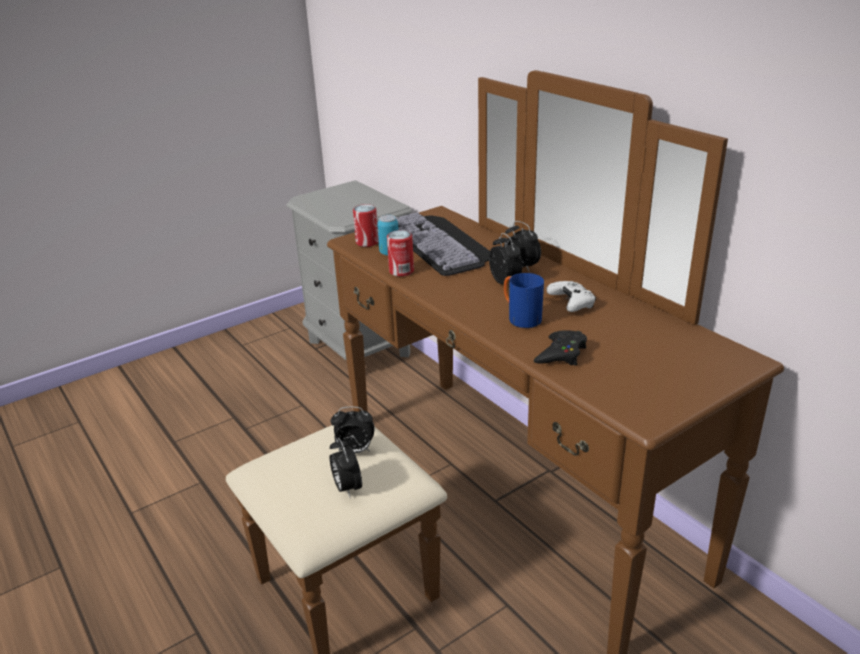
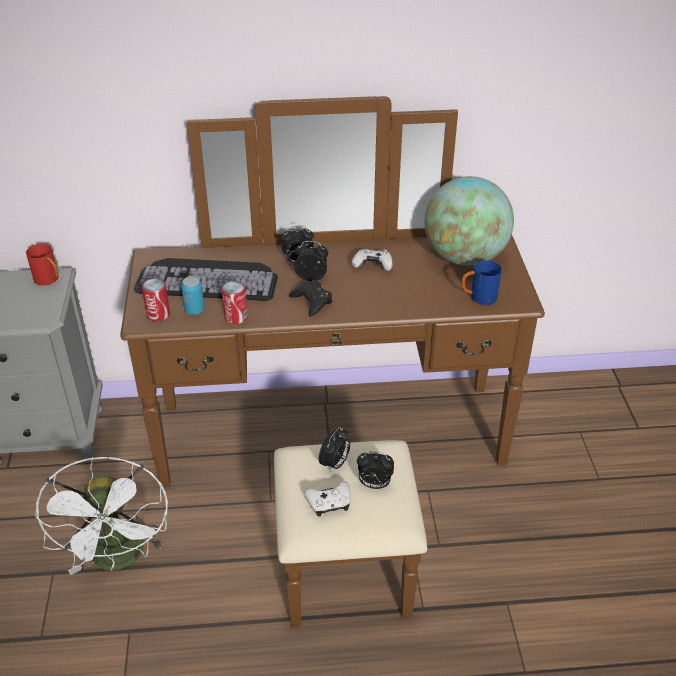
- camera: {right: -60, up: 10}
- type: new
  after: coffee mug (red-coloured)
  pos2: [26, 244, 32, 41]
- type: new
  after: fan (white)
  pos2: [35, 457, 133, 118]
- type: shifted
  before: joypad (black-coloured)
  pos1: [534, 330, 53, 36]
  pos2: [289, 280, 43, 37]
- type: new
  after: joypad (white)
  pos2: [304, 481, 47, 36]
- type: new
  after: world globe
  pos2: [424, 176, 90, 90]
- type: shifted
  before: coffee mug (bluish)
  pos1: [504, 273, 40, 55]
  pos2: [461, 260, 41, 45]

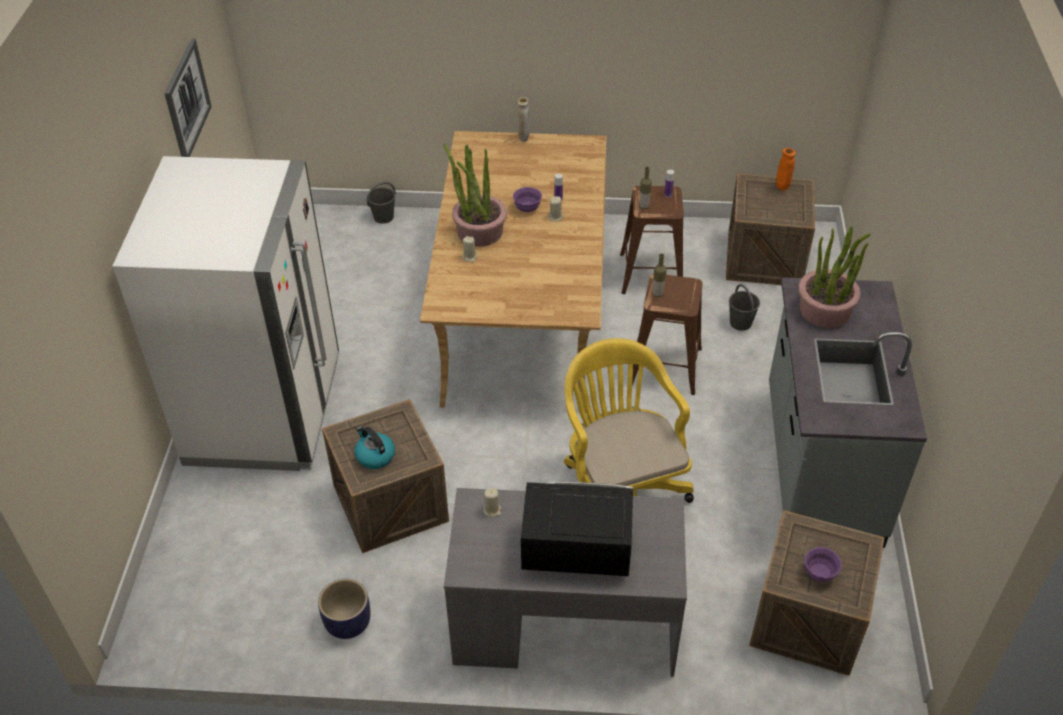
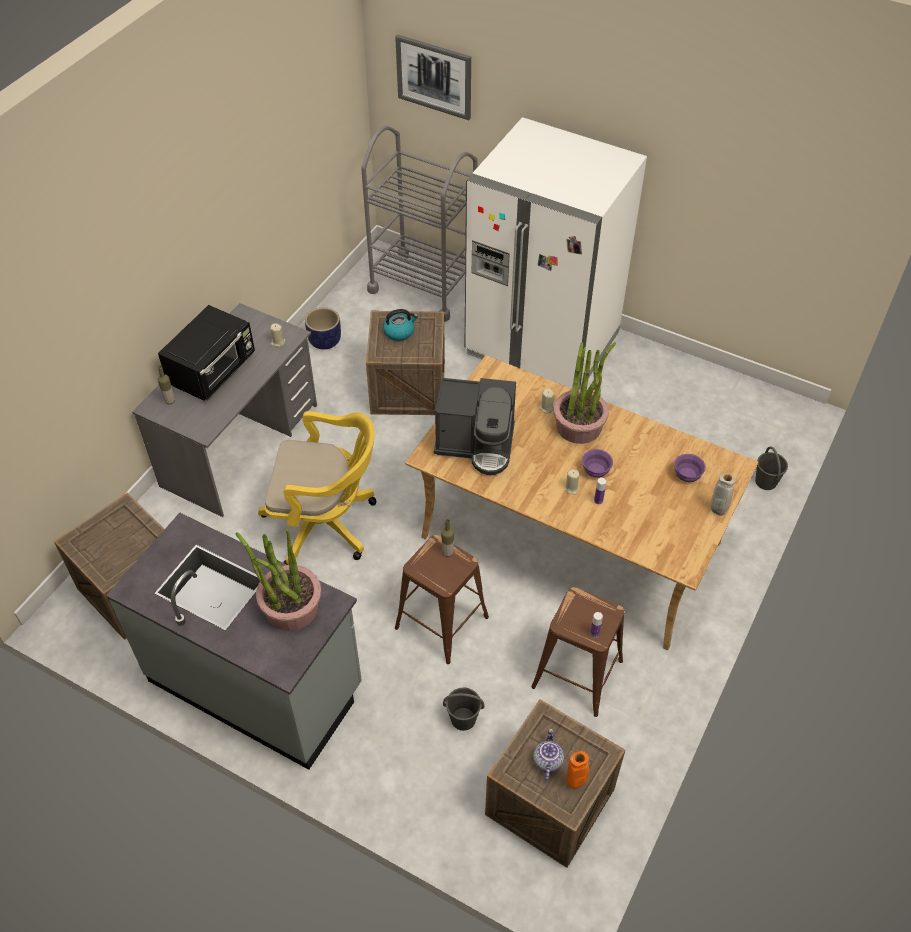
- camera: {right: 115, up: 5}
- type: shifted
  before: beverage bottle
  pos1: [639, 167, 13, 42]
  pos2: [158, 365, 17, 40]
- type: new
  after: trolley (greyish)
  pos2: [361, 126, 116, 196]
- type: shifted
  before: wall art
  pos1: [164, 39, 48, 118]
  pos2: [395, 35, 76, 85]
- type: new
  after: coffee machine
  pos2: [434, 378, 82, 97]
- type: new
  after: pot for tea
  pos2: [533, 729, 31, 52]
- type: shifted
  before: deep dish (purple-coloured)
  pos1: [804, 547, 38, 36]
  pos2: [674, 454, 32, 28]

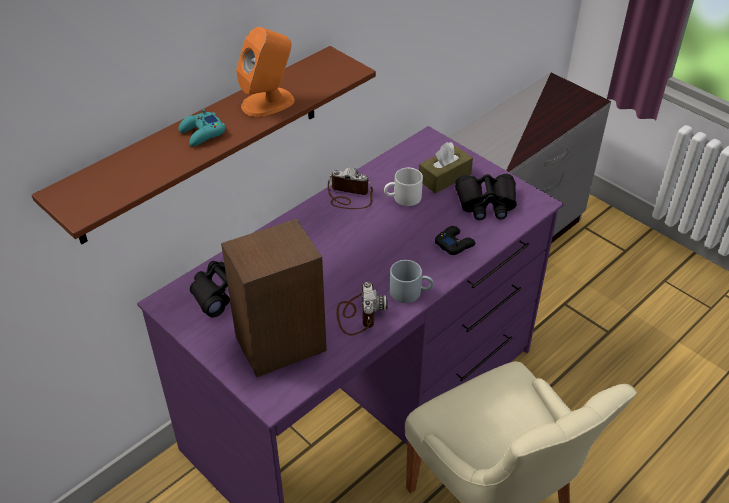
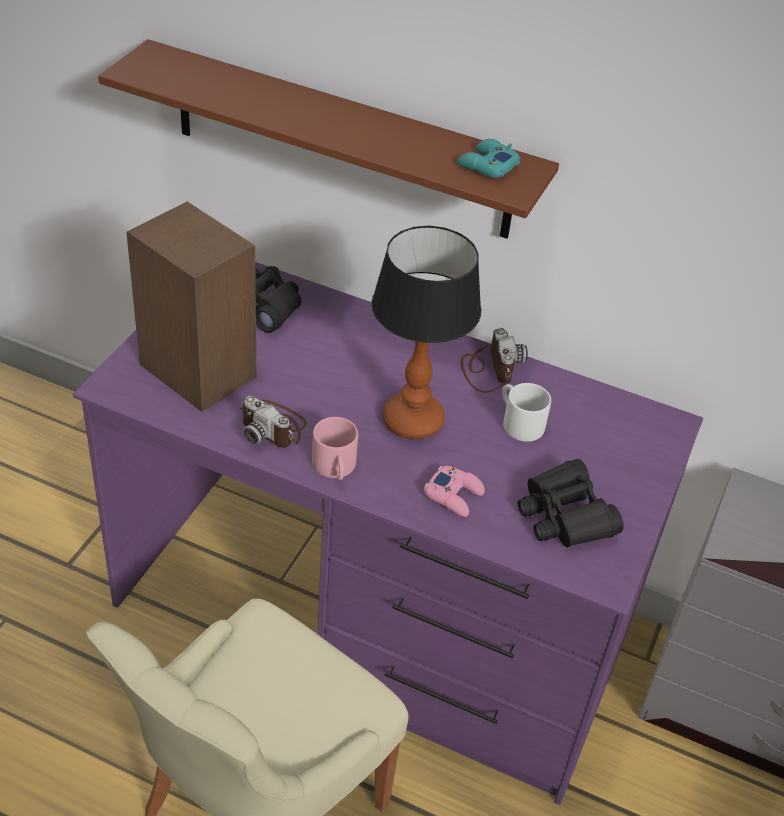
- camera: {right: 65, up: 0}
- type: rotated
  before: photo camera
  pos1: [336, 282, 52, 54]
  pos2: [239, 396, 68, 52]
  turn: 60
- type: repainted
  before: coffee mug (greyish)
  after: coffee mug (pinkish)
  pos1: [390, 260, 44, 43]
  pos2: [312, 417, 46, 63]
- type: new
  after: table lamp
  pos2: [371, 226, 110, 213]
- type: repainted
  before: joypad (black-coloured)
  after: joypad (pinkish)
  pos1: [435, 226, 41, 29]
  pos2: [424, 466, 61, 51]
- type: shifted
  before: joypad (turquoise)
  pos1: [178, 109, 48, 37]
  pos2: [457, 139, 64, 39]
- type: gone
  before: loudspeaker (orangey)
  pos1: [236, 27, 59, 90]
- type: gone
  before: box of tissues (brown-coloured)
  pos1: [419, 142, 54, 51]

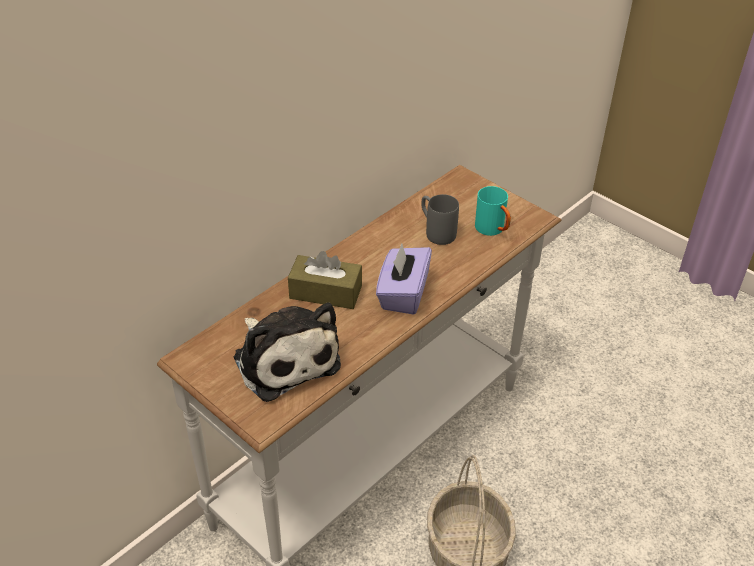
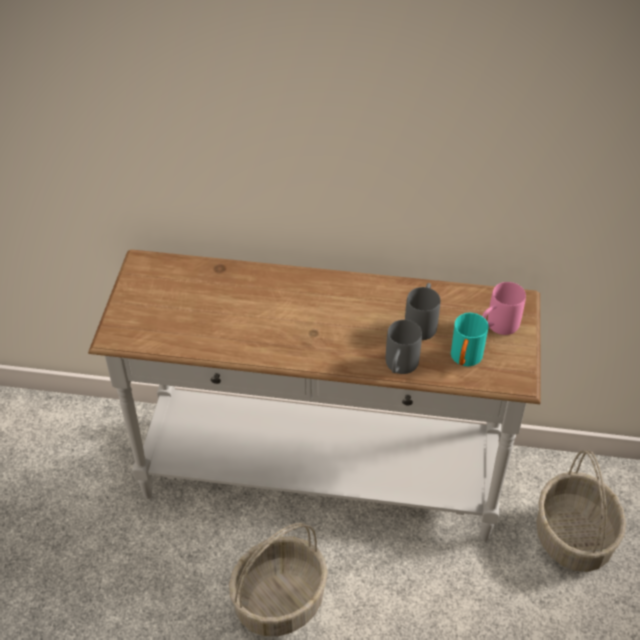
- camera: {right: 55, up: 5}
- type: new
  after: coffee mug (greyish)
  pos2: [386, 320, 36, 54]
- type: new
  after: coffee mug (pinkish)
  pos2: [482, 282, 44, 53]
- type: new
  after: basket
  pos2: [536, 450, 90, 122]
- type: gone
  before: cuddly toy
  pos1: [234, 303, 107, 99]
- type: gone
  before: box of tissues (brown-coloured)
  pos1: [288, 251, 74, 58]
- type: gone
  before: box of tissues (purple-coloured)
  pos1: [376, 243, 56, 72]

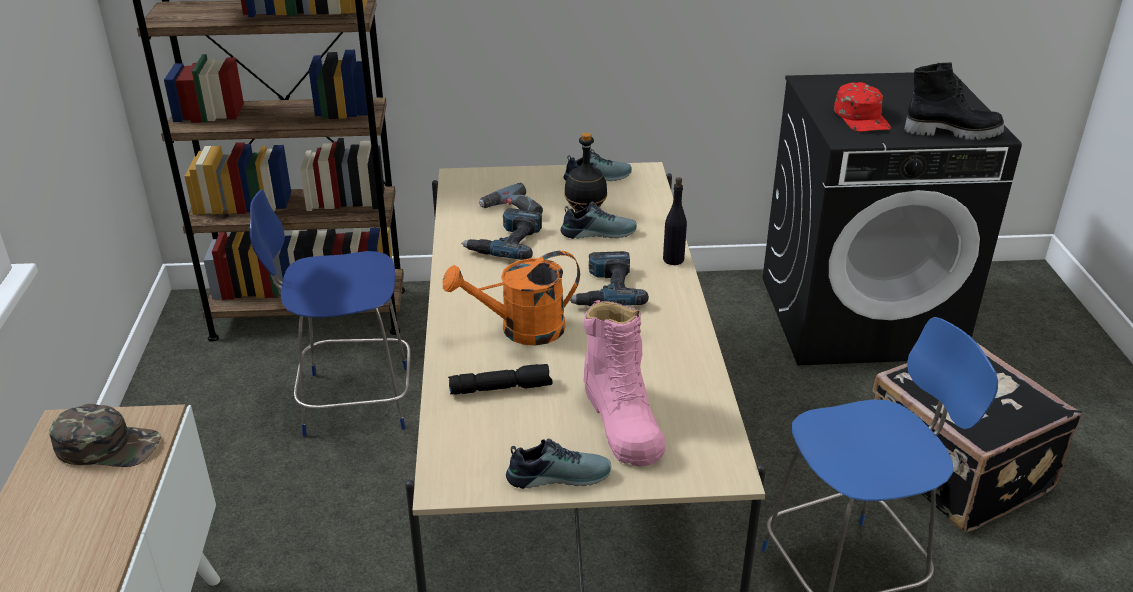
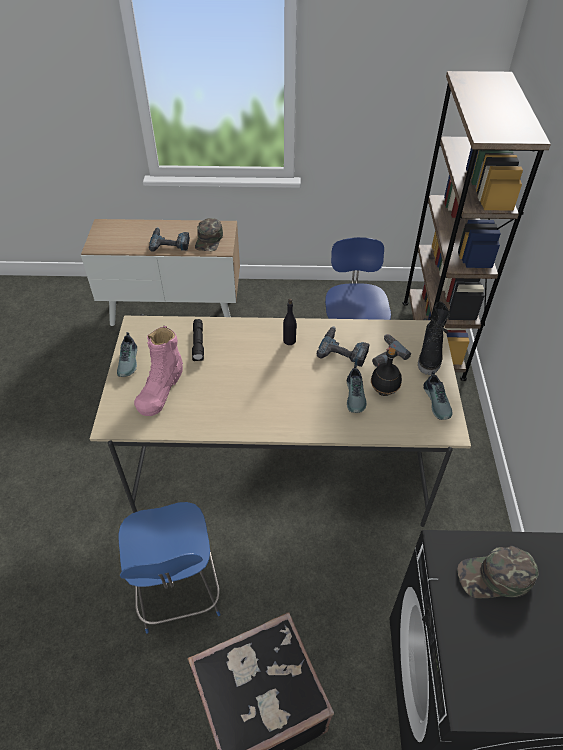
- camera: {right: 95, up: 15}
- type: rotated
  before: boot (pinkish)
  pos1: [583, 300, 83, 166]
  pos2: [134, 326, 49, 90]
  turn: -60
- type: shifted
  before: drill
  pos1: [569, 251, 80, 55]
  pos2: [149, 227, 41, 25]
- type: shifted
  before: beverage bottle (black-coloured)
  pos1: [663, 177, 24, 88]
  pos2: [283, 298, 14, 47]
- type: shifted
  before: boot (black-coloured)
  pos1: [905, 62, 99, 78]
  pos2: [418, 301, 32, 74]
- type: repainted
  before: cap (red-coloured)
  after: cap (greenish)
  pos1: [834, 82, 57, 50]
  pos2: [457, 546, 82, 52]
- type: gone
  before: watering pot (orangey)
  pos1: [443, 251, 137, 94]

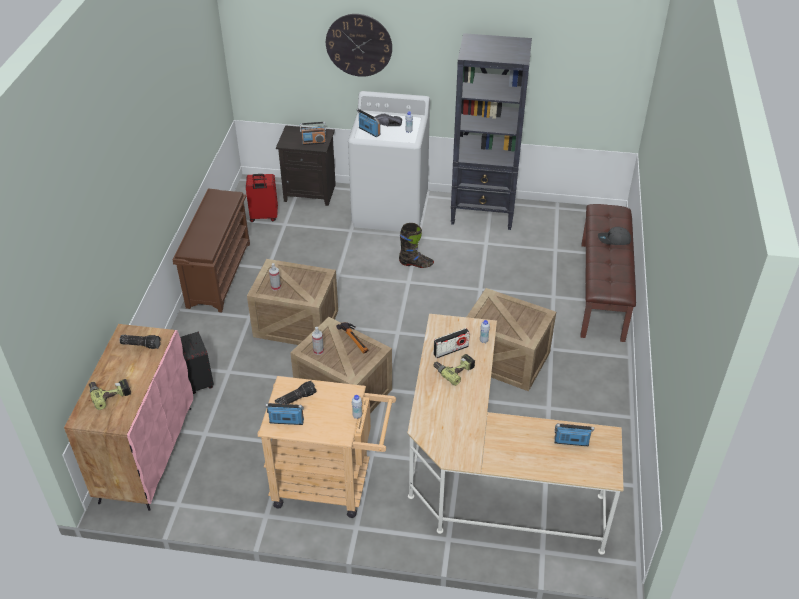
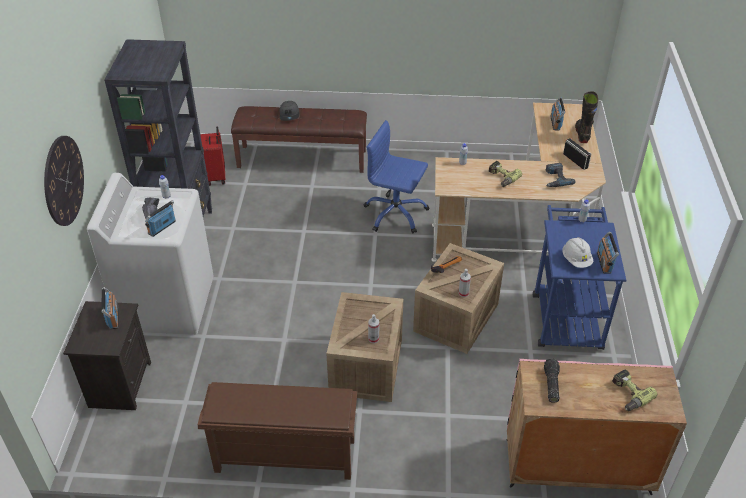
- camera: {right: -95, up: 0}
- type: shifted
  before: piece of luggage (red-coloured)
  pos1: [246, 174, 32, 48]
  pos2: [200, 126, 25, 60]
- type: swapped
  before: shipping crate
  after: computer chair (bluish)
  pos1: [467, 288, 89, 103]
  pos2: [364, 120, 65, 114]
- type: repainted
  before: trolley (beige-coloured)
  after: trolley (bluish)
  pos1: [257, 376, 139, 142]
  pos2: [533, 205, 93, 145]
- type: new
  after: drill
  pos2: [545, 163, 30, 24]
- type: swapped
  before: torch
  after: work helmet (white)
  pos1: [275, 380, 41, 24]
  pos2: [562, 237, 32, 31]
- type: shifted
  before: radio
  pos1: [433, 328, 37, 30]
  pos2: [563, 138, 28, 32]
- type: shifted
  before: boot (black-coloured)
  pos1: [399, 223, 35, 45]
  pos2: [575, 91, 23, 52]
- type: gone
  before: piece of luggage (black-coloured)
  pos1: [180, 332, 34, 62]

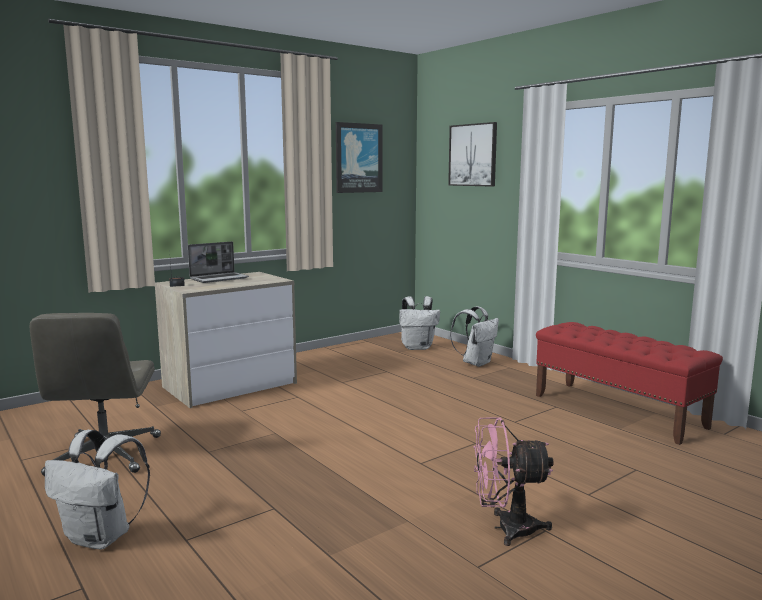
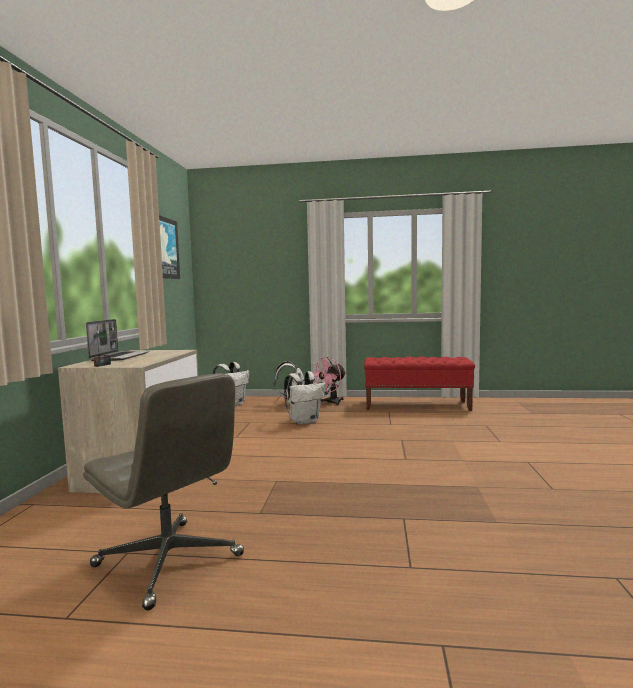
- camera: {right: -45, up: -5}
- type: shifted
  before: rucksack (white)
  pos1: [45, 430, 105, 120]
  pos2: [284, 371, 41, 54]
- type: shifted
  before: fan (pinkish)
  pos1: [473, 417, 80, 129]
  pos2: [312, 357, 34, 48]
- type: gone
  before: wall art
  pos1: [448, 122, 49, 65]

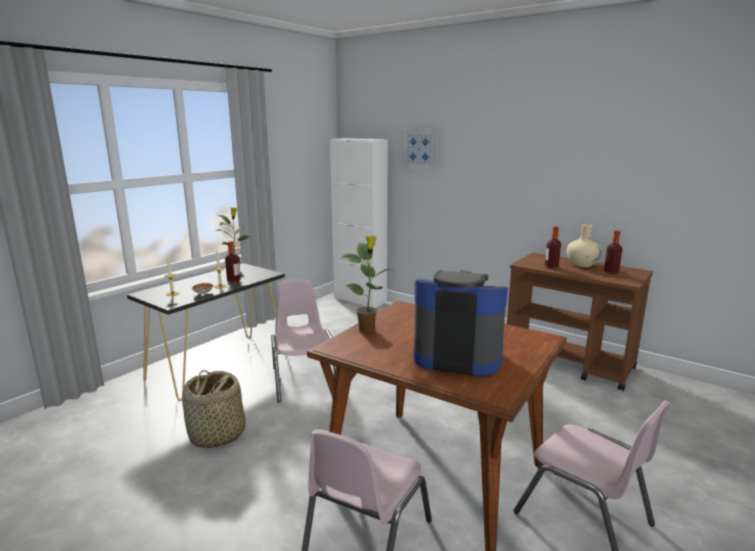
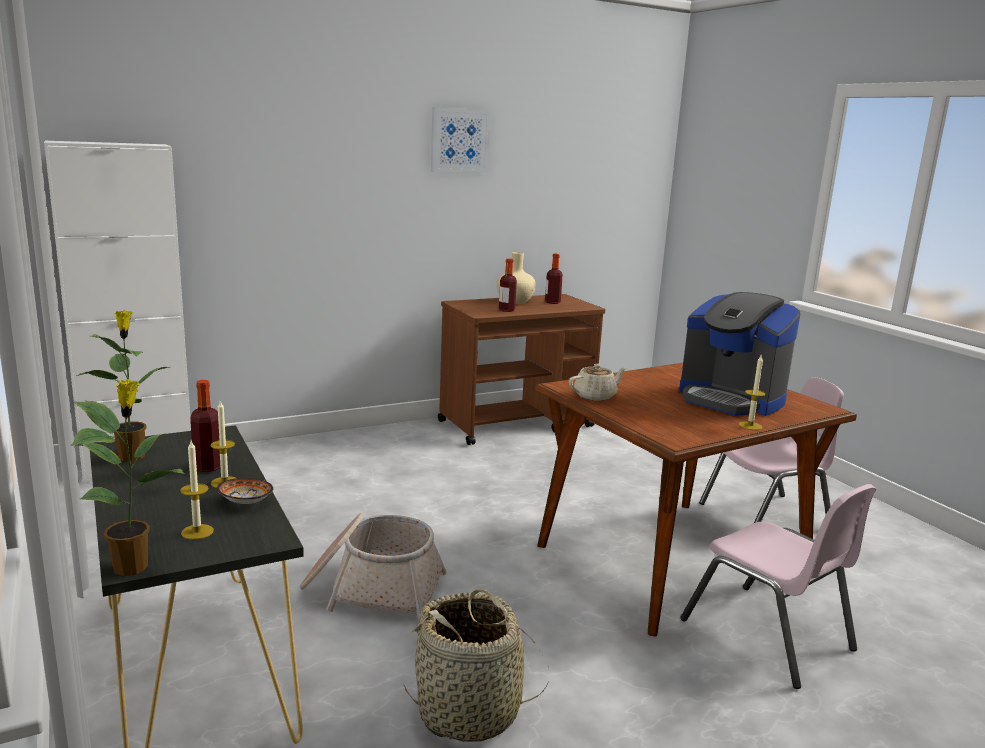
- camera: {right: -65, up: 0}
- type: shifted
  before: plant in a pot
  pos1: [340, 235, 50, 98]
  pos2: [71, 379, 114, 197]
- type: swapped
  before: upright chair (pinkish)
  after: basket
  pos1: [271, 279, 65, 123]
  pos2: [299, 513, 148, 110]
- type: shifted
  before: wall art
  pos1: [402, 129, 36, 41]
  pos2: [431, 107, 59, 66]
- type: new
  after: pot for tea (beige-coloured)
  pos2: [569, 364, 58, 37]
- type: rotated
  before: coffee machine
  pos1: [413, 270, 95, 106]
  pos2: [679, 292, 121, 124]
  turn: -90
- type: new
  after: wax candle
  pos2: [739, 355, 27, 75]

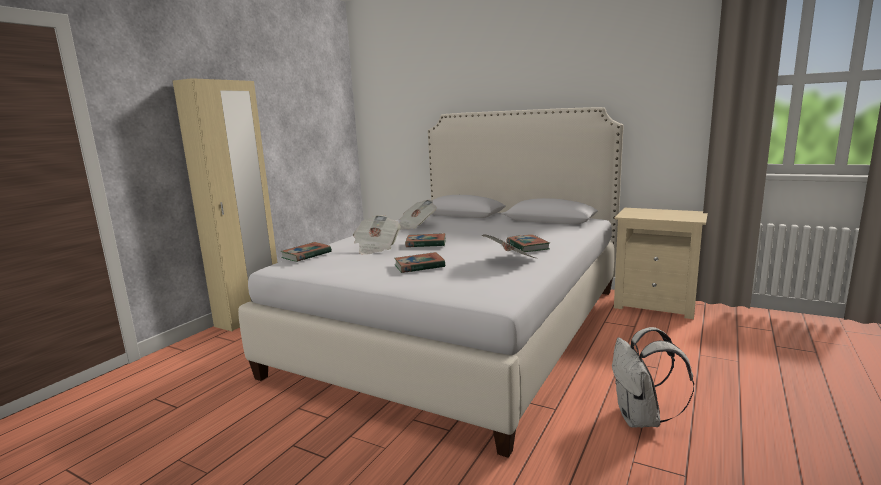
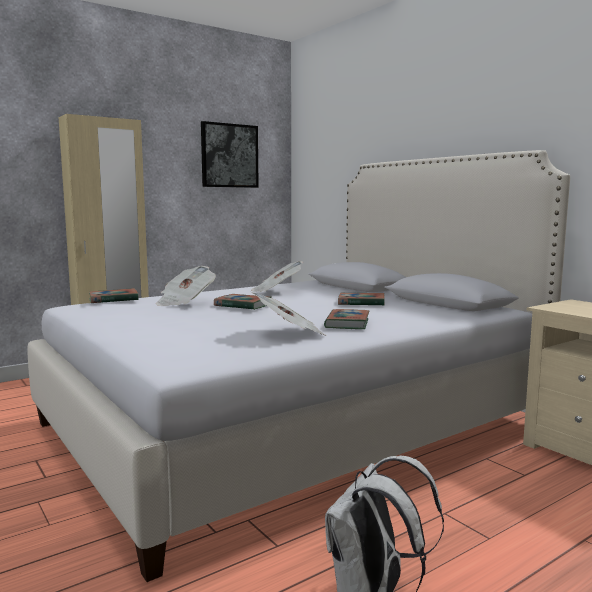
- camera: {right: 25, up: -5}
- type: new
  after: wall art
  pos2: [201, 121, 58, 67]
- type: shifted
  before: volume
  pos1: [394, 252, 51, 21]
  pos2: [338, 293, 47, 13]

